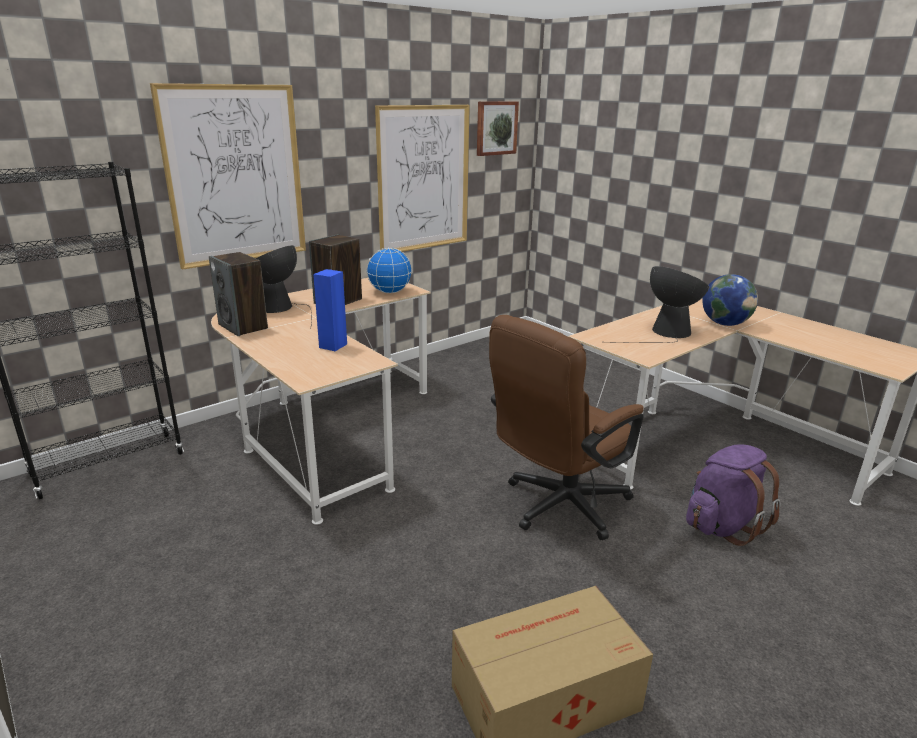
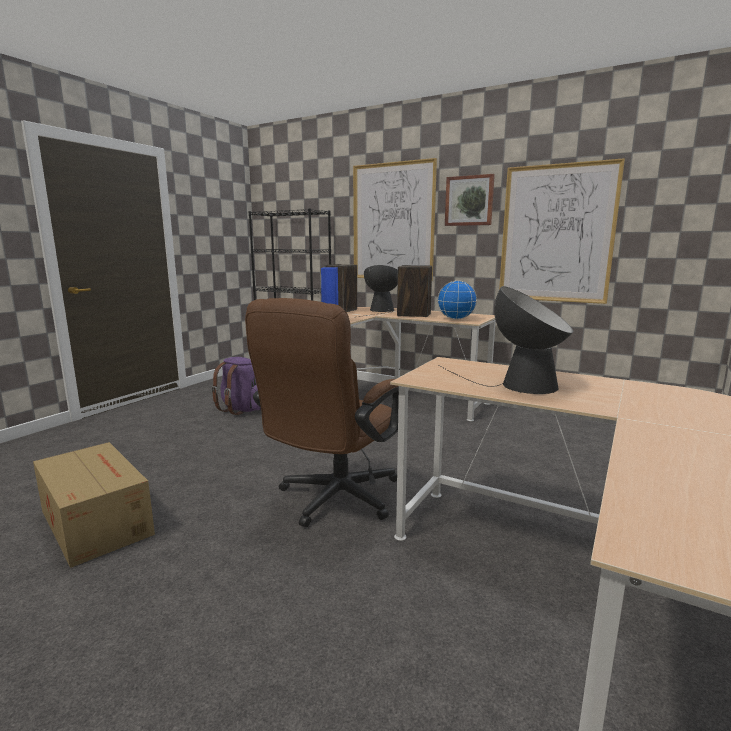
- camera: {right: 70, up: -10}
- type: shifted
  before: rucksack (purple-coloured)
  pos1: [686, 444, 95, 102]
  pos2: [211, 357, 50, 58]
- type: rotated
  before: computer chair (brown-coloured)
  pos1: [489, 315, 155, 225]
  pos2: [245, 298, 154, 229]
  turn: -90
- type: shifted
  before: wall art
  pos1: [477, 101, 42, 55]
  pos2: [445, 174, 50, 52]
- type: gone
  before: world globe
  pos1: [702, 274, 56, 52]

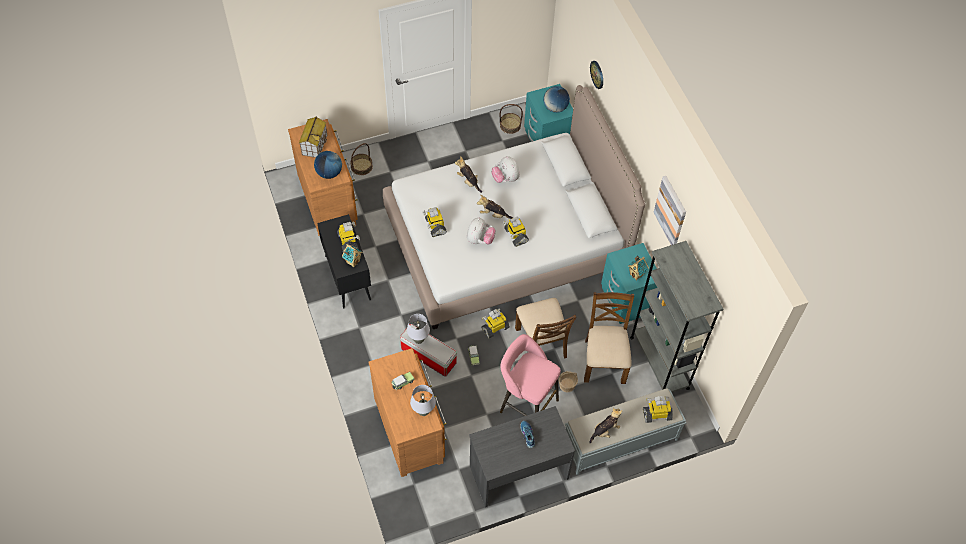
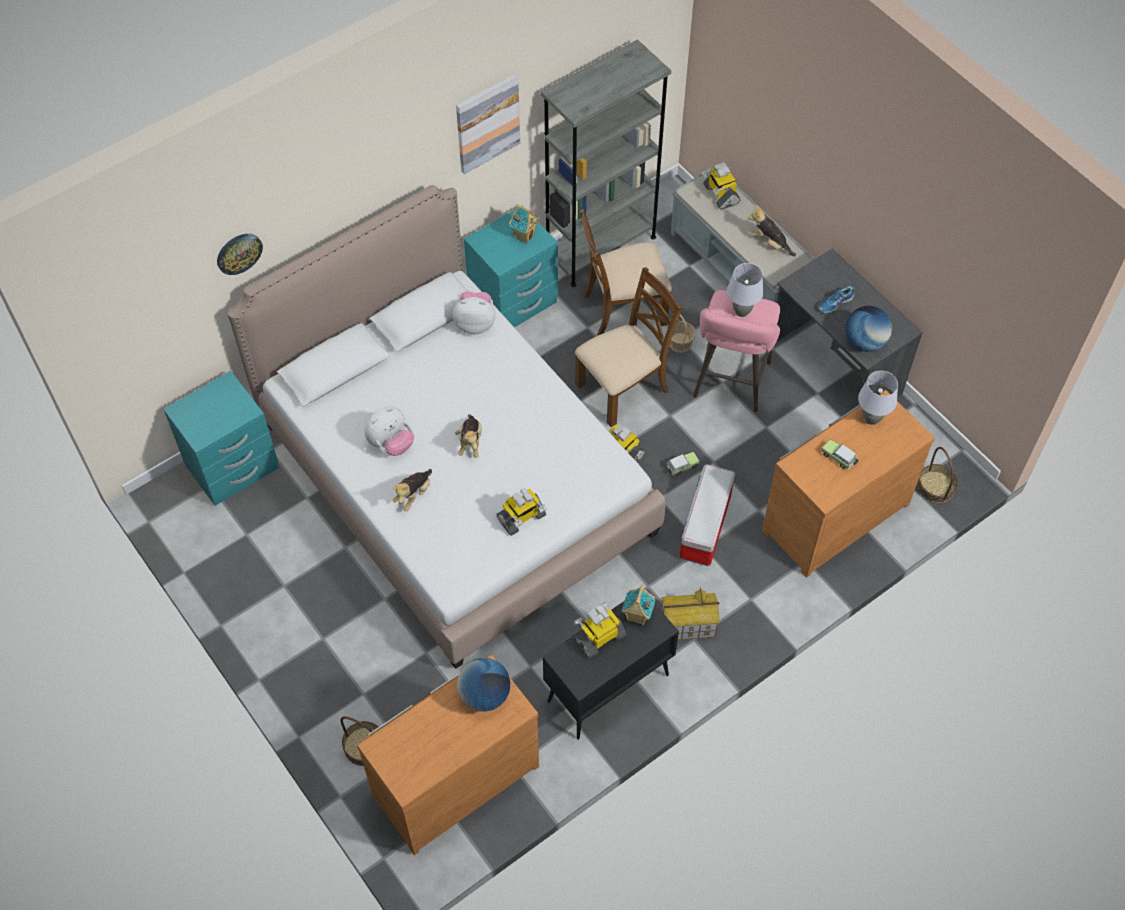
- camera: {right: -105, up: 0}
- type: shifted
  before: cuddly toy
  pos1: [467, 218, 29, 26]
  pos2: [453, 291, 42, 43]
- type: shifted
  before: miniature house
  pos1: [299, 116, 28, 42]
  pos2: [661, 588, 59, 52]
- type: shifted
  before: table lamp (greyish)
  pos1: [407, 314, 23, 30]
  pos2: [727, 263, 37, 54]
- type: shifted
  before: world globe
  pos1: [543, 86, 27, 27]
  pos2: [845, 306, 47, 46]
- type: shifted
  before: basket
  pos1: [500, 104, 23, 30]
  pos2: [917, 447, 41, 56]
- type: gone
  before: robot figure
  pos1: [503, 217, 26, 30]

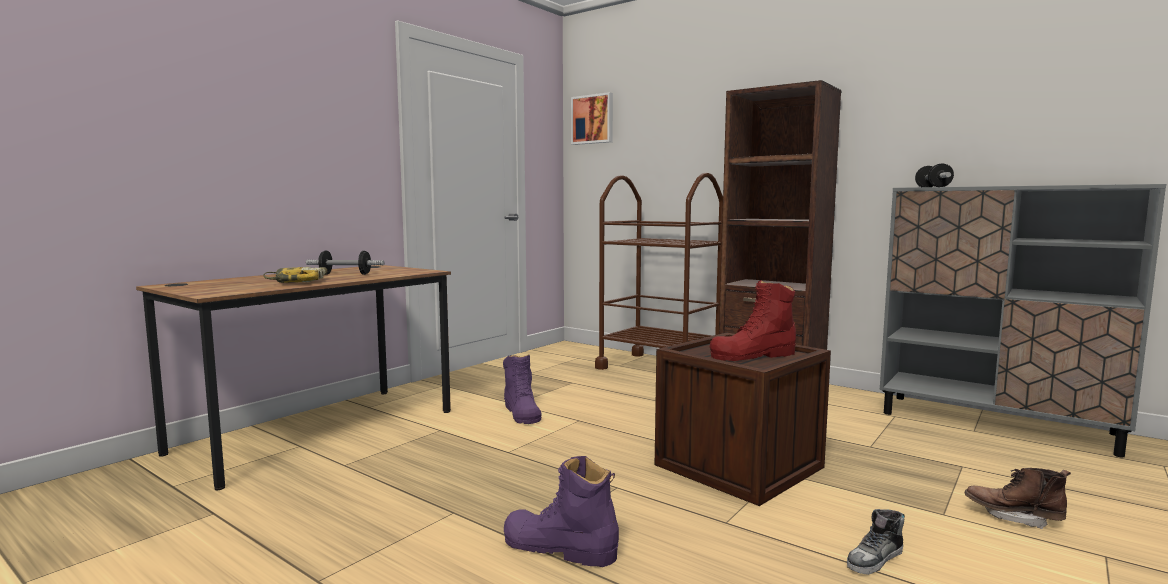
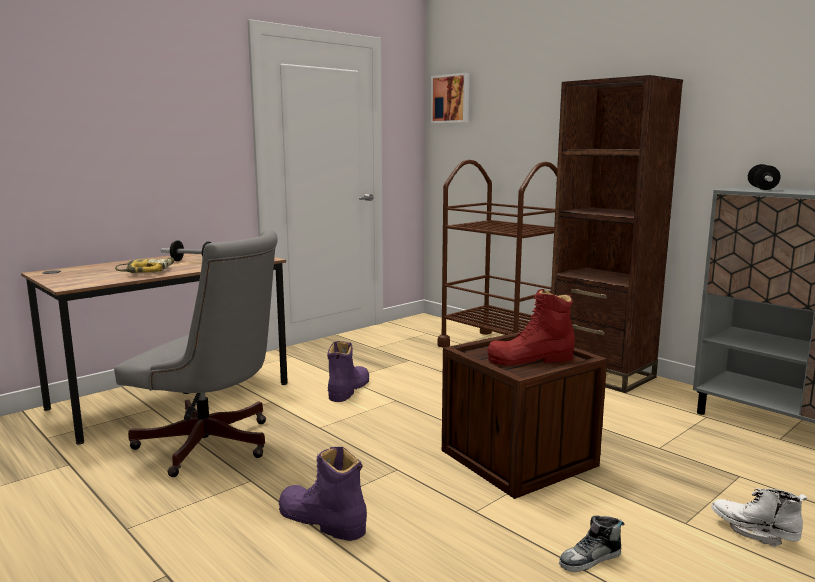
- camera: {right: 10, up: 5}
- type: new
  after: computer chair (greyish)
  pos2: [114, 230, 164, 247]
- type: rotated
  before: boot (purple-coloured)
  pos1: [503, 355, 39, 69]
  pos2: [327, 341, 42, 61]
  turn: -150
- type: repainted
  before: boot (brown-coloured)
  after: boot (white)
  pos1: [965, 468, 106, 61]
  pos2: [711, 488, 96, 59]

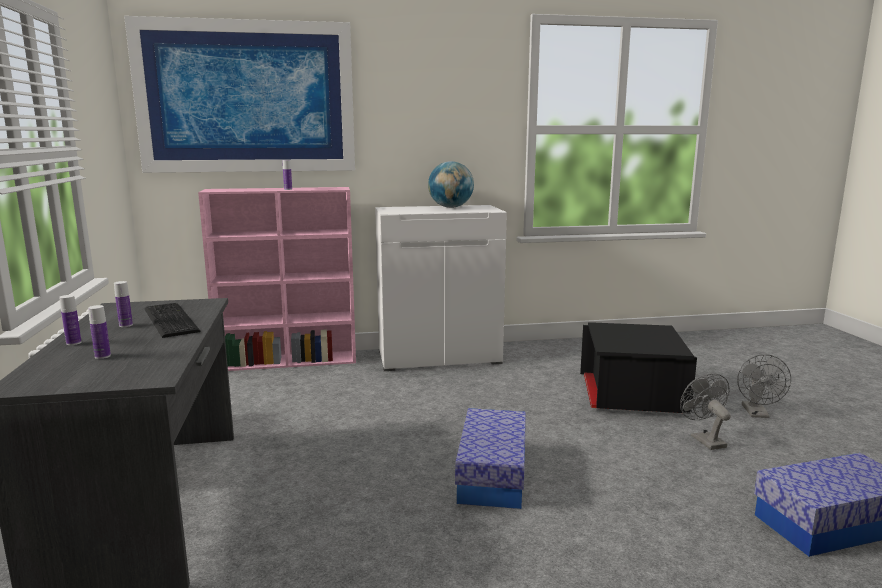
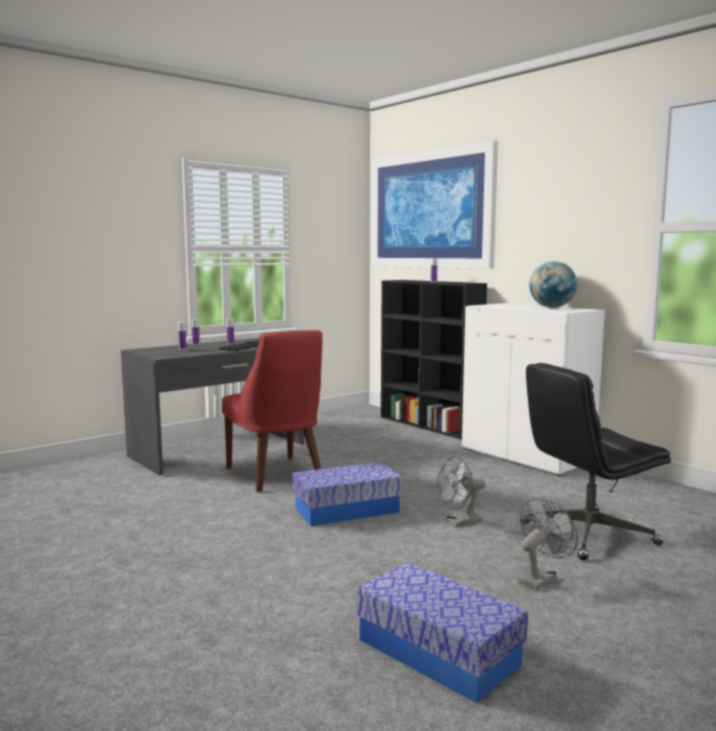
- camera: {right: 60, up: -5}
- type: new
  after: upright chair (red-coloured)
  pos2: [222, 330, 100, 162]
- type: repainted
  before: bookcase (pinkish)
  after: bookcase (black-coloured)
  pos1: [198, 187, 158, 184]
  pos2: [381, 280, 106, 160]
- type: shifted
  before: fan (greyish)
  pos1: [737, 354, 54, 64]
  pos2: [437, 456, 49, 70]
- type: swapped
  before: storage bin (black-coloured)
  after: computer chair (black-coloured)
  pos1: [580, 322, 117, 92]
  pos2: [521, 363, 150, 197]

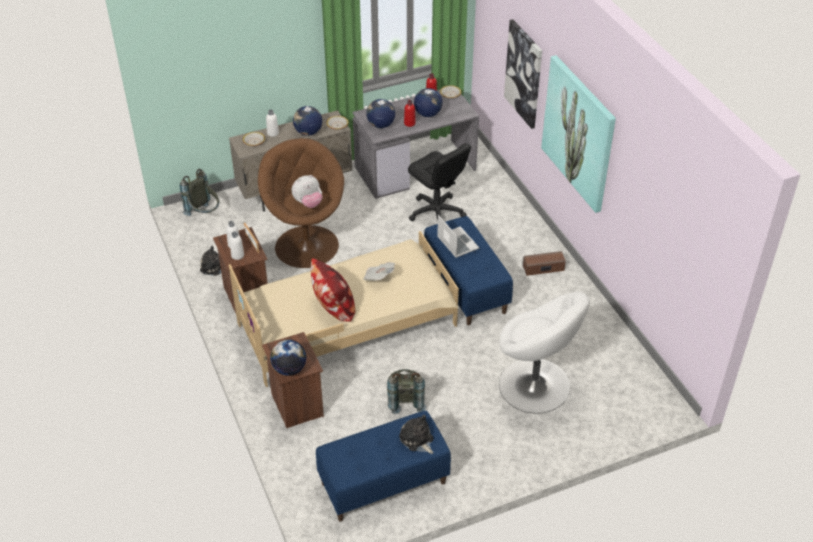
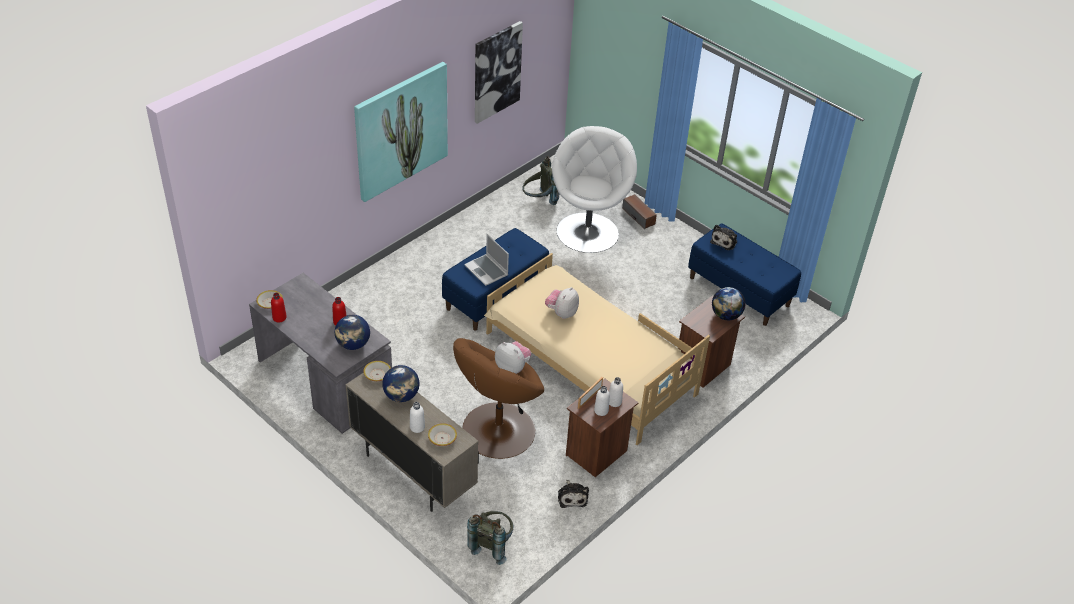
- camera: {right: -115, up: 0}
- type: rotated
  before: notebook computer
  pos1: [437, 215, 42, 43]
  pos2: [464, 234, 45, 52]
  turn: -75
- type: shifted
  before: wall art
  pos1: [504, 19, 38, 110]
  pos2: [475, 21, 48, 103]
- type: shifted
  before: rucksack (greyish)
  pos1: [387, 369, 39, 45]
  pos2: [522, 156, 37, 49]
- type: swapped
  before: printed paper
  after: cuddly toy
  pos1: [363, 262, 33, 19]
  pos2: [545, 287, 34, 32]
- type: shifted
  before: loudspeaker
  pos1: [522, 251, 44, 25]
  pos2: [622, 194, 35, 35]
- type: gone
  before: throw pillow
  pos1: [311, 258, 44, 64]
- type: gone
  before: computer chair (black-coloured)
  pos1: [408, 143, 63, 78]
- type: gone
  before: world globe
  pos1: [414, 88, 28, 29]

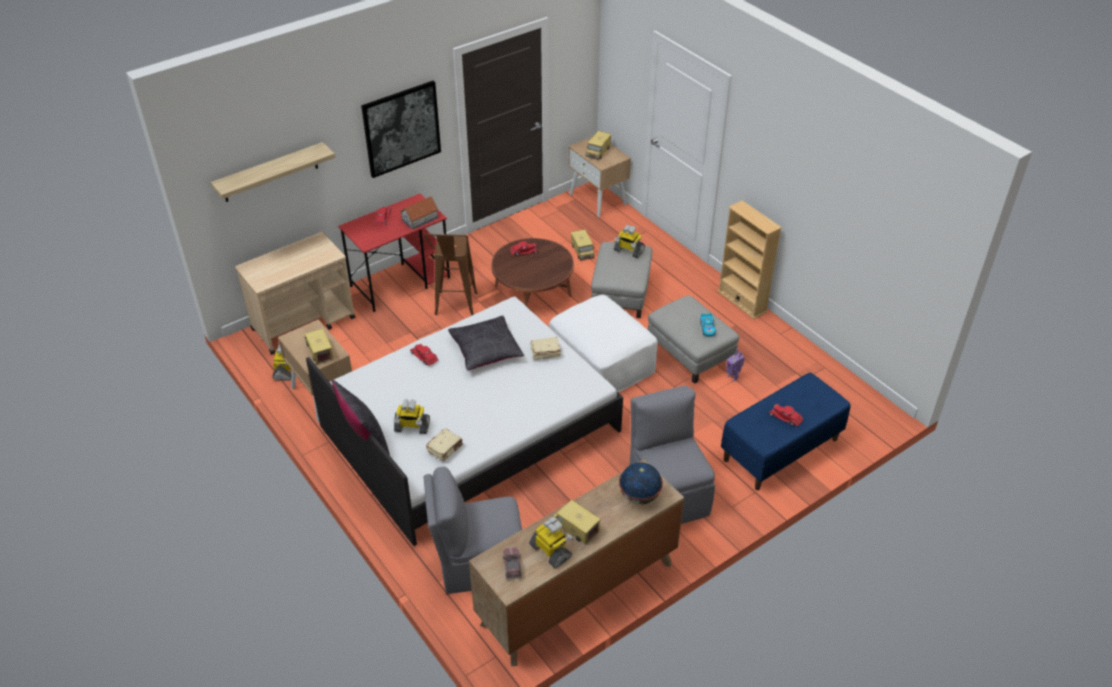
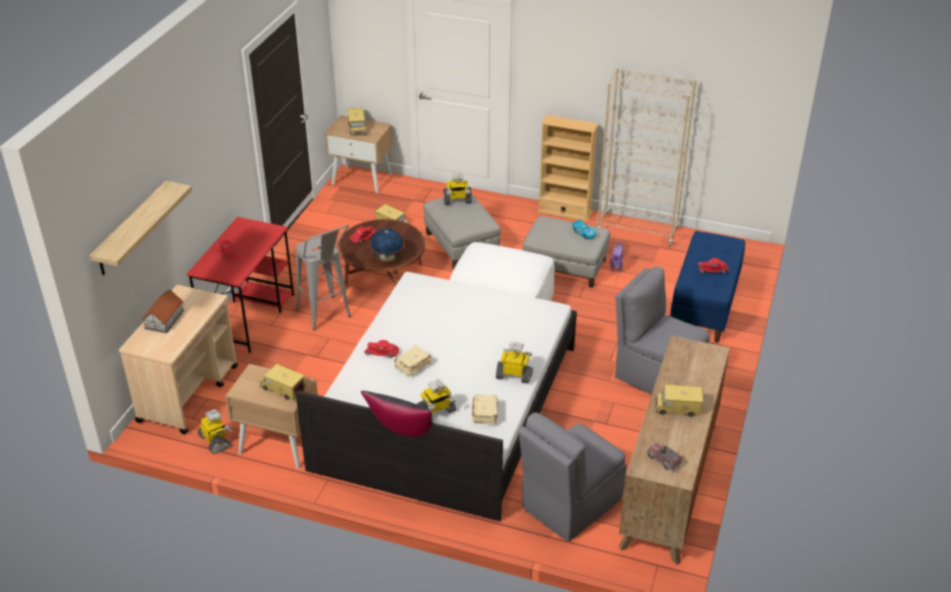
- camera: {right: -35, up: -5}
- type: shifted
  before: miniature house
  pos1: [400, 196, 39, 34]
  pos2: [141, 289, 43, 44]
- type: repainted
  before: stool (brown-coloured)
  after: stool (greyish)
  pos1: [424, 234, 53, 82]
  pos2: [296, 225, 55, 105]
- type: shifted
  before: world globe
  pos1: [619, 462, 44, 43]
  pos2: [370, 228, 35, 34]
- type: shifted
  before: volume (beige-coloured)
  pos1: [530, 337, 31, 23]
  pos2: [395, 346, 36, 31]
- type: shifted
  before: robot figure
  pos1: [529, 517, 45, 51]
  pos2: [496, 341, 37, 43]
- type: new
  after: bookcase (beige-coloured)
  pos2: [596, 68, 101, 178]
- type: gone
  before: wall art
  pos1: [361, 81, 80, 97]
- type: gone
  before: throw pillow (black-coloured)
  pos1: [448, 315, 76, 55]

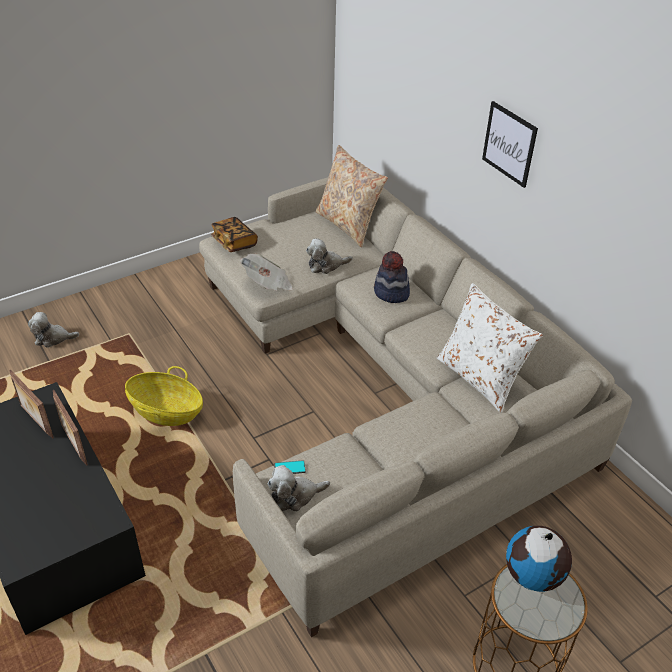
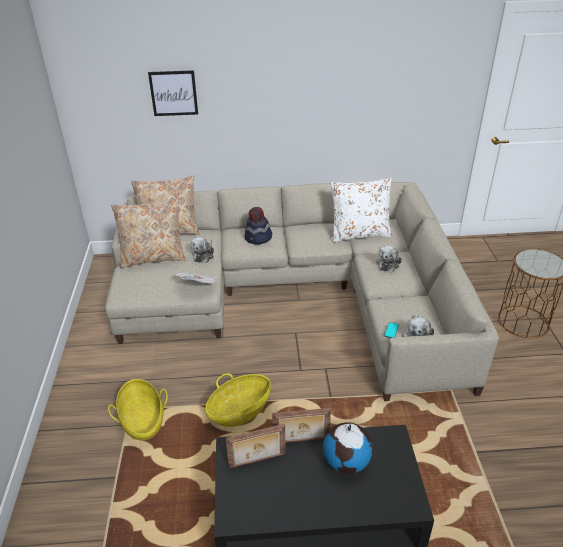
- camera: {right: -60, up: -5}
- type: new
  after: basket
  pos2: [108, 379, 60, 61]
- type: new
  after: throw pillow (beige-coloured)
  pos2: [111, 198, 75, 70]
- type: shifted
  before: wall art
  pos1: [482, 101, 56, 87]
  pos2: [148, 70, 50, 46]
- type: shifted
  before: world globe
  pos1: [506, 526, 66, 66]
  pos2: [323, 422, 50, 52]
- type: shifted
  before: cuddly toy
  pos1: [28, 312, 51, 36]
  pos2: [376, 245, 26, 28]
- type: gone
  before: volume
  pos1: [211, 217, 47, 35]

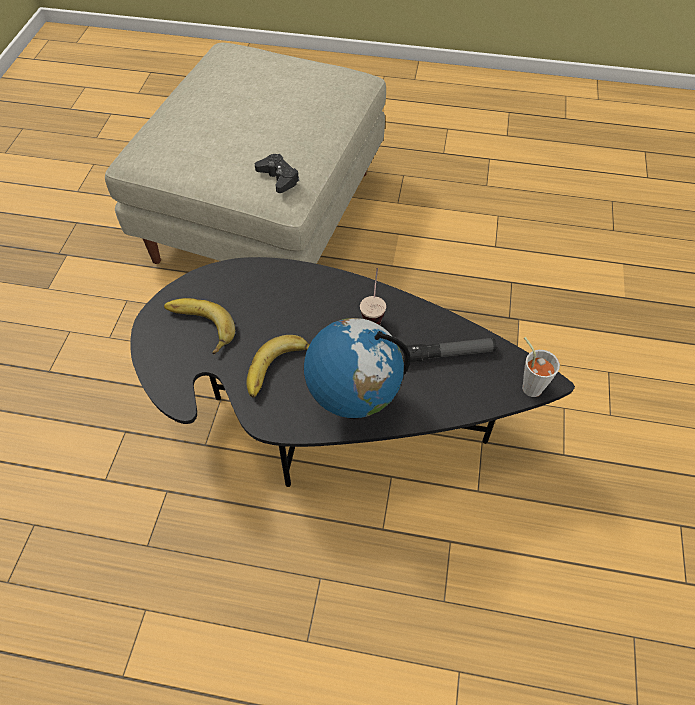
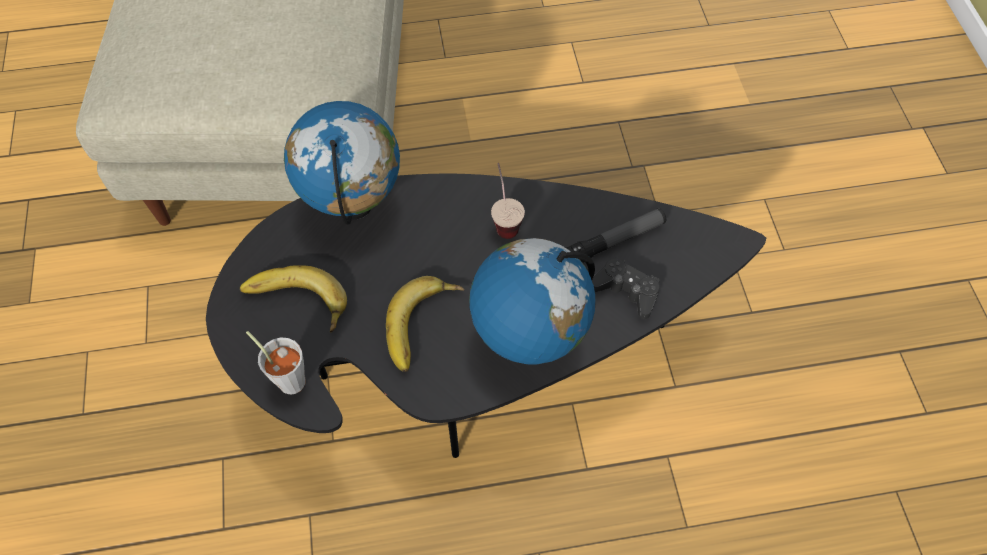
- camera: {right: -20, up: 5}
- type: shifted
  before: cup (greyish)
  pos1: [522, 337, 38, 60]
  pos2: [246, 331, 59, 63]
- type: new
  after: world globe
  pos2: [284, 101, 116, 124]
- type: shifted
  before: joypad (black-coloured)
  pos1: [255, 154, 45, 39]
  pos2: [592, 257, 68, 62]

